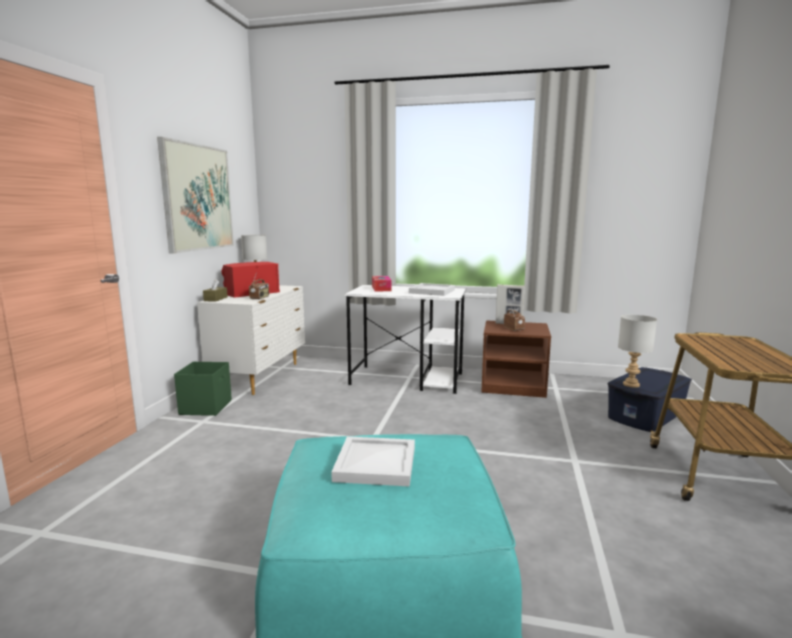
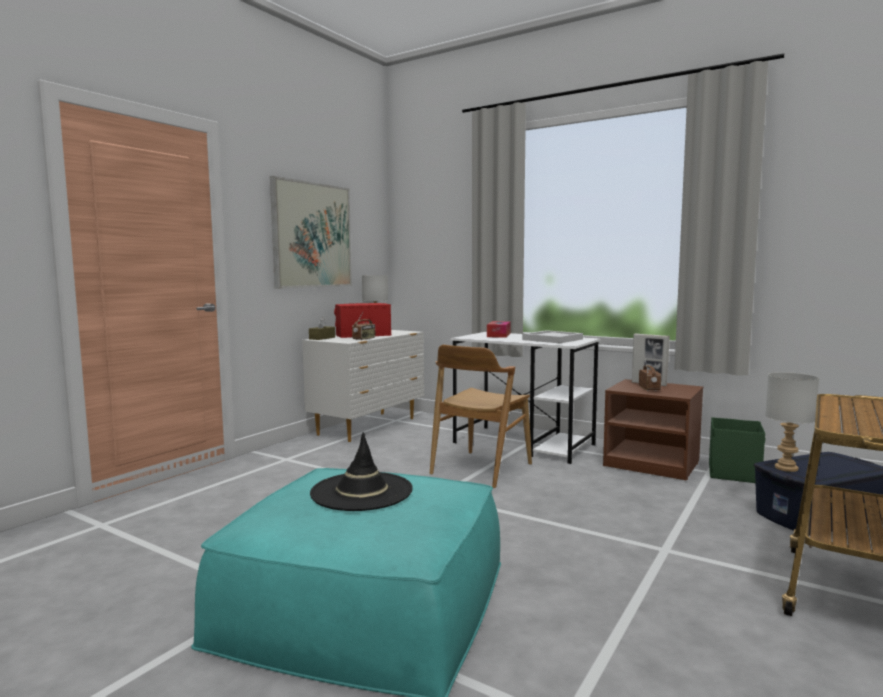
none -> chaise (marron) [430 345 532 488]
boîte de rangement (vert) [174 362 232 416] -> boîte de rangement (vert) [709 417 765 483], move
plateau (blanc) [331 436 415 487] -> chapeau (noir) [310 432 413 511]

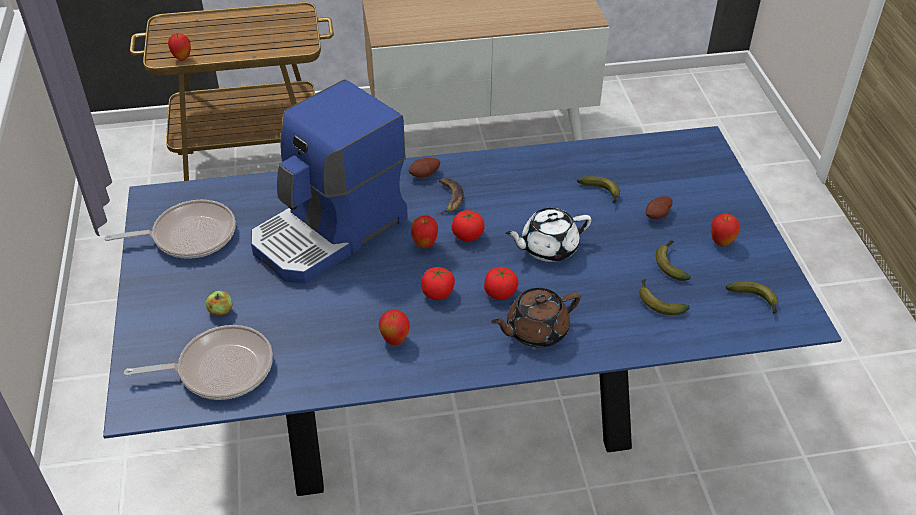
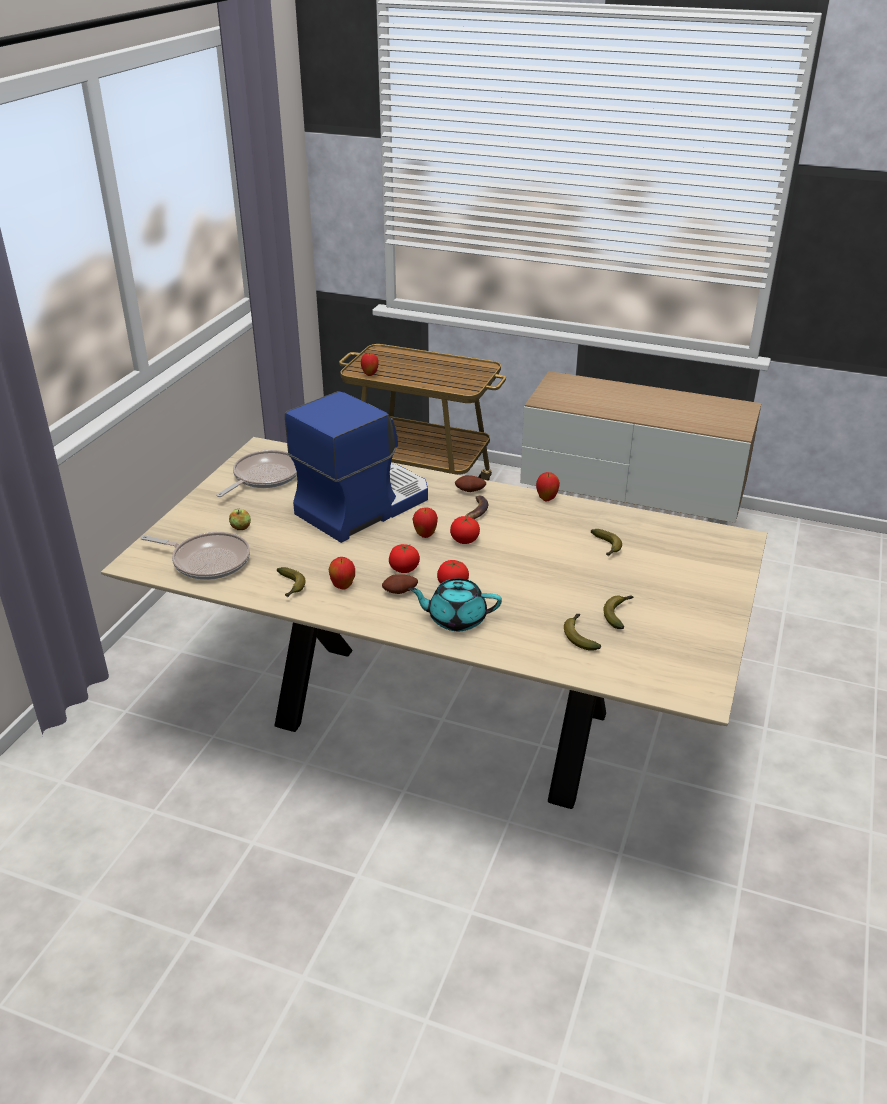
théière (blanc) [505 208 591 262] -> none
pomme de terre [646 196 672 219] -> pomme de terre [382 574 418 594], move
pomme [711 213 740 246] -> pomme [536 472 560 501], move
banane [726 282 778 314] -> banane [277 567 306 597], move
table à manger (bleu) [103 126 842 496] -> table à manger (beige) [101 437 767 809]
théière (marron) [491 288 581 348] -> théière (turquoise) [408 578 502 631]
poêle [104 200 236 259] -> poêle [216 450 297 497], 75 degrees counterclockwise
machine à café [251 80 408 284] -> machine à café [285 391 428 543], 150 degrees clockwise

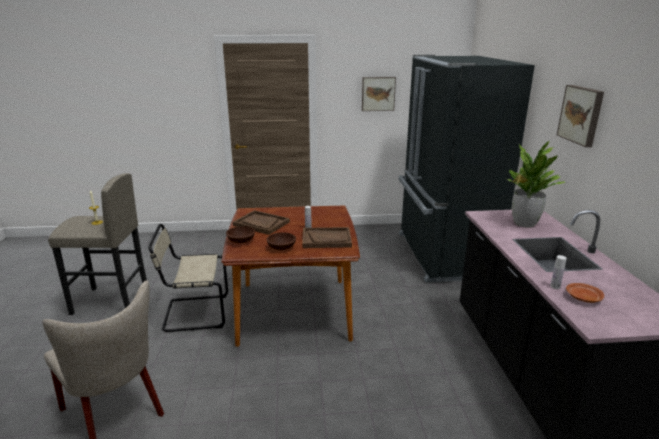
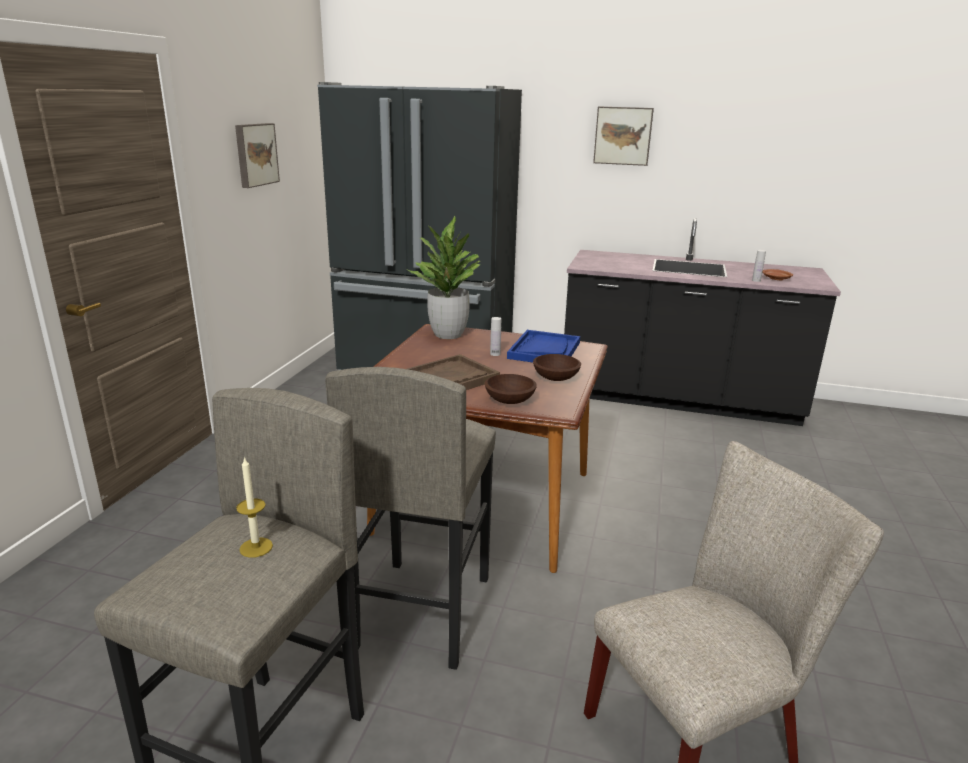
plante en pot [507 141 566 227] -> plante en pot [408 215 481 339], move
chaise (beige) [148 224 228 332] -> tabouret (gris) [325 367 496 670]
plateau (marron) [302 227 352 248] -> plateau (bleu) [507 330 580 362]

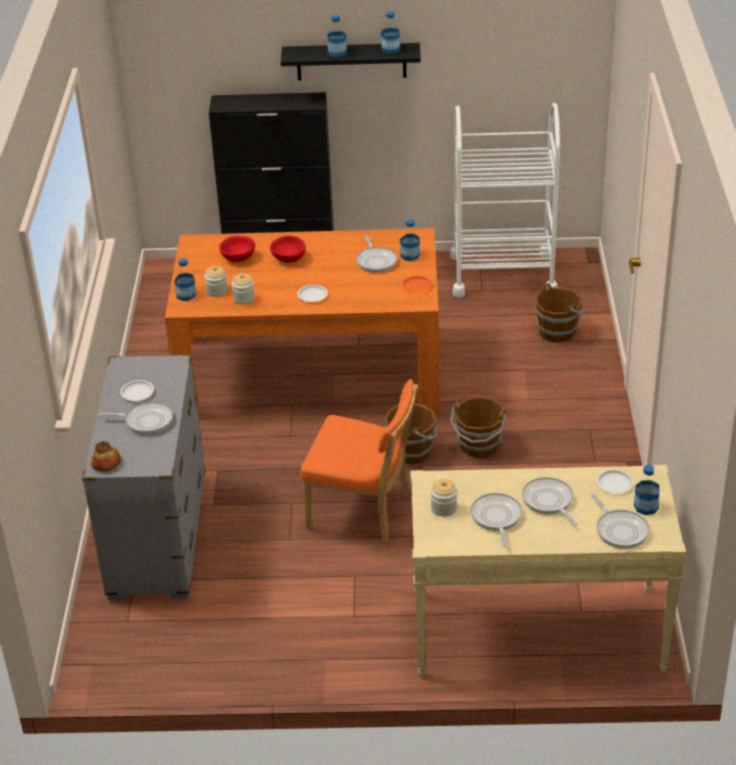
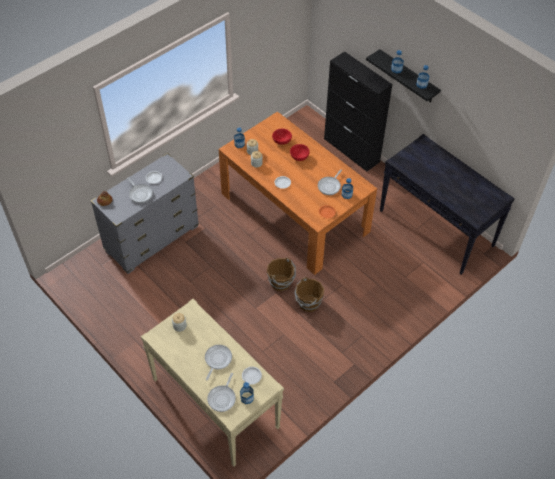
chaise (orange) [300 379 418 544] -> none
poêle [470 493 522 547] -> none
seau (marron) [535 283 584 343] -> none
chariot (blanc) [450 103 560 297] -> table console (noir) [380 134 515 275]

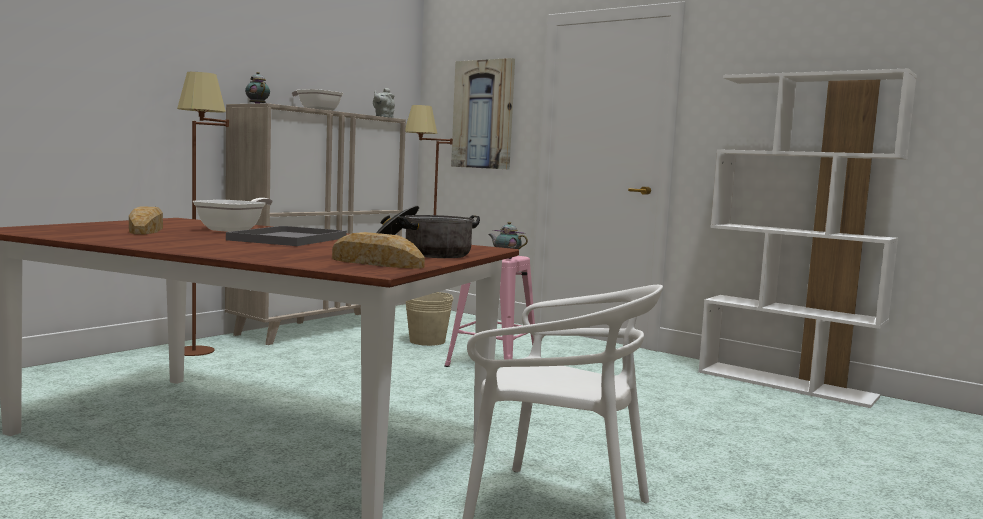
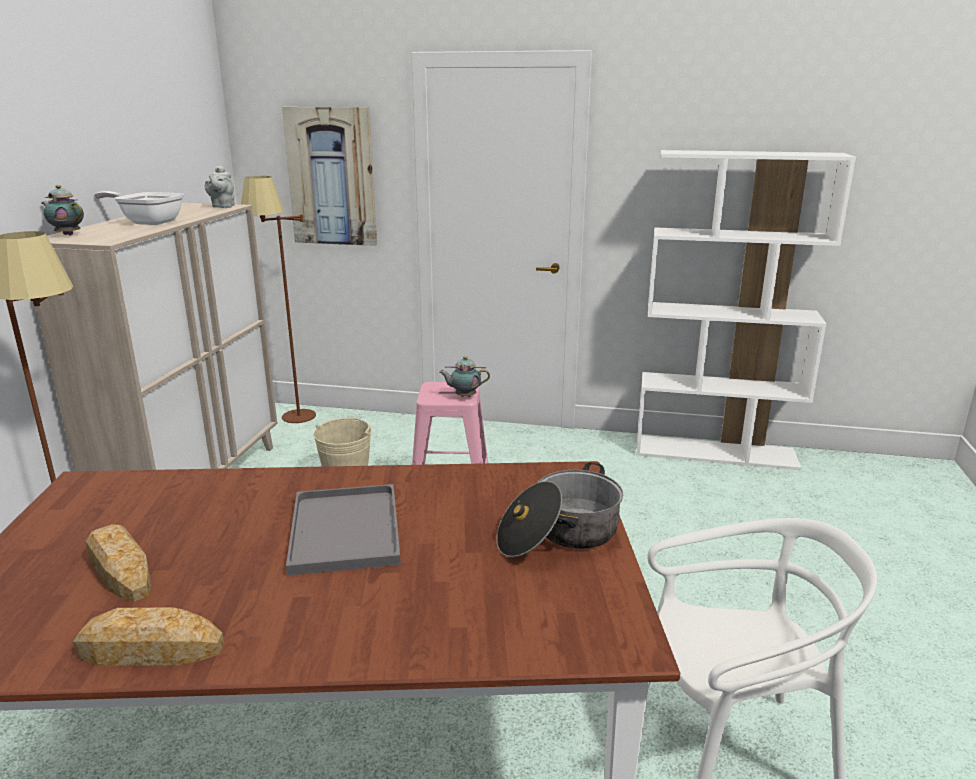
poêle [193 198 273 232] -> none
pain [332 232 425 269] -> pain [73 608 224 666], move

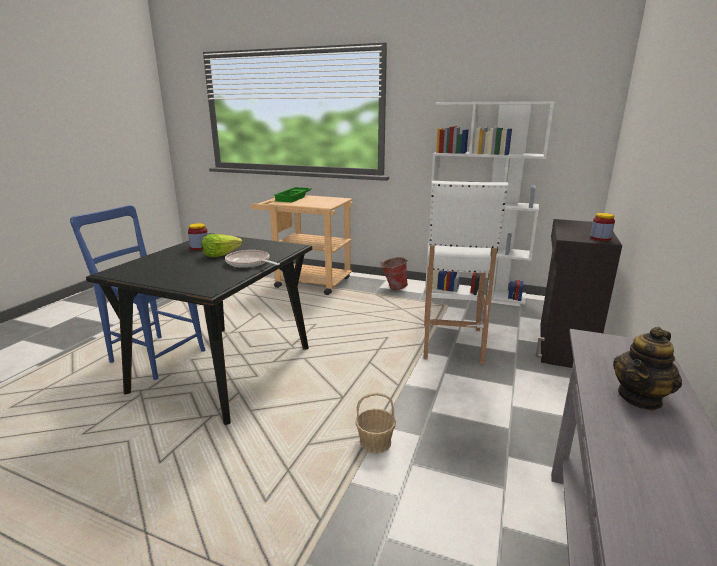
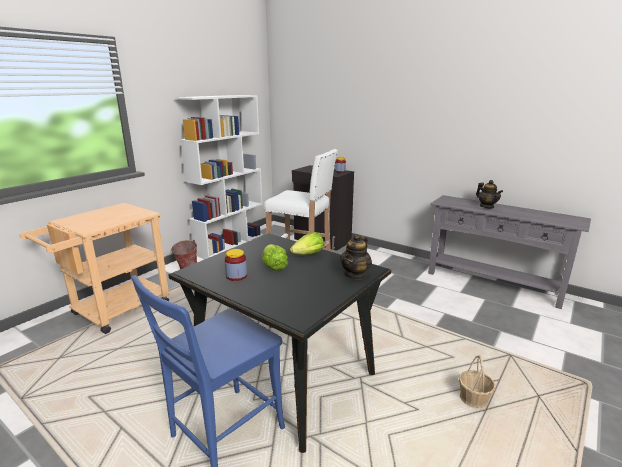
plateau (vert) [274 187 312 202] -> none
none -> théière [340 234 372 280]
panier [355 392 396 454] -> panier [459 355 495 409], move
poêle [225 250 280 268] -> laitue [290 232 324 255]

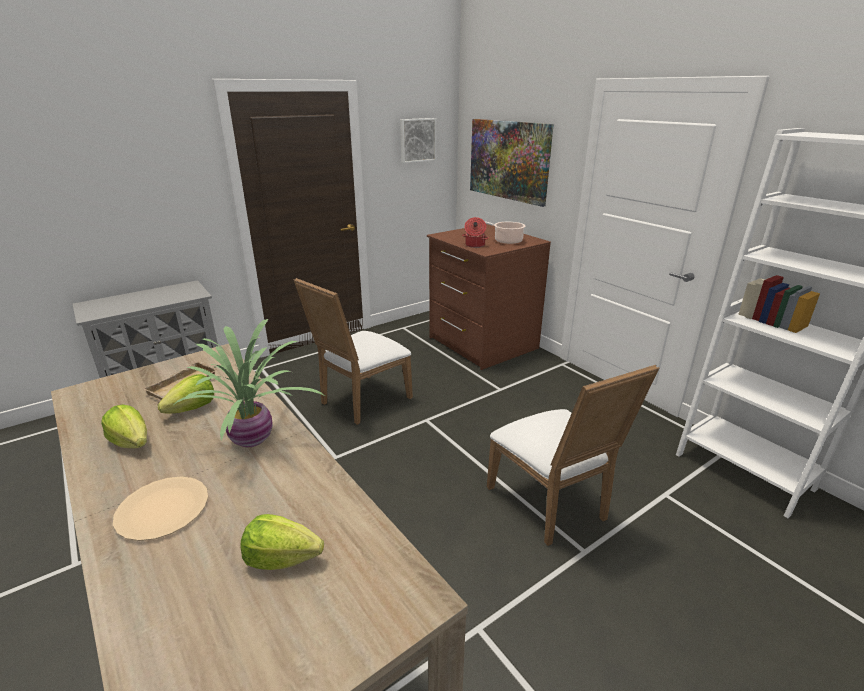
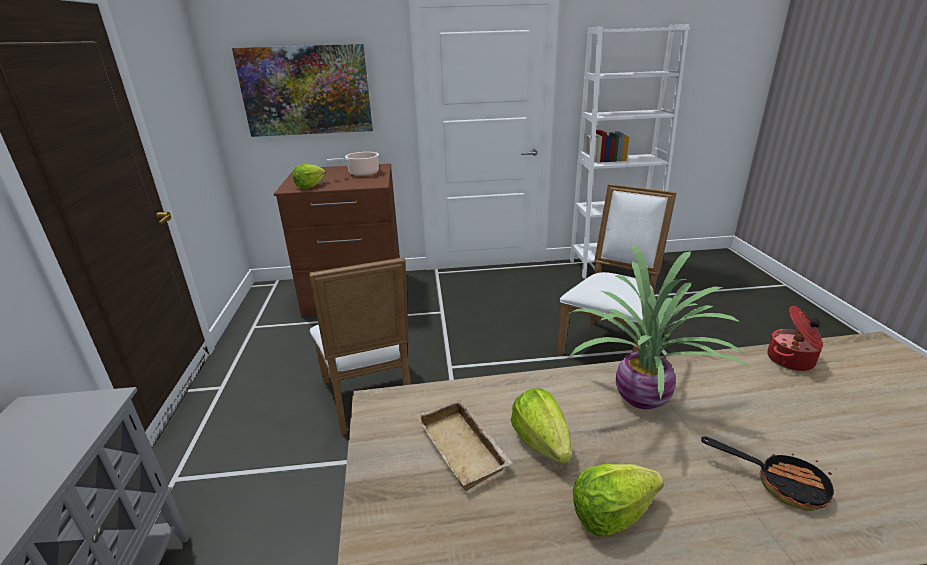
tableau [400 118 436 163] -> none
laitue [240 514 324 570] -> laitue [292 164 326 189], move
marmite [462 217 489 248] -> marmite [767 306 823 371], move
assiette (beige) [113 477 208 541] -> poêle [701 436 834 511]
chaise (blanc) [487 365 660 546] -> chaise (blanc) [557 184 677 356], 60 degrees counterclockwise

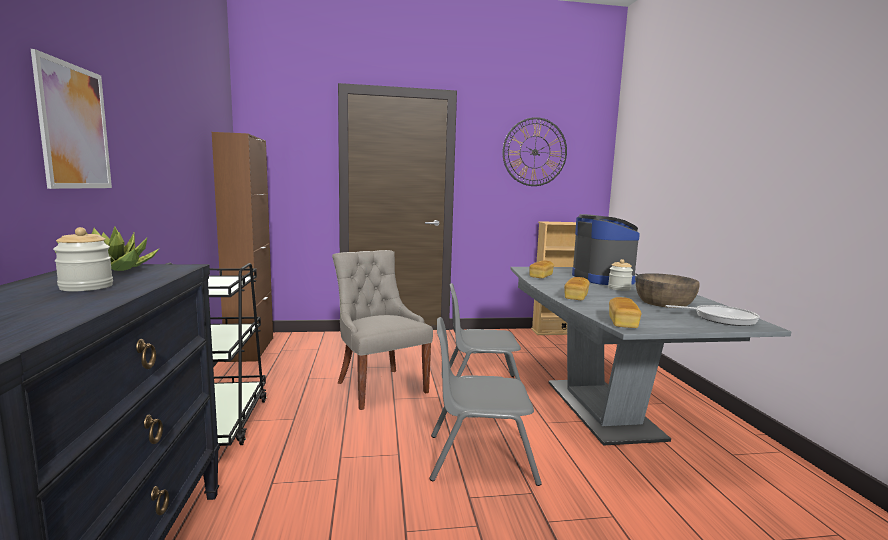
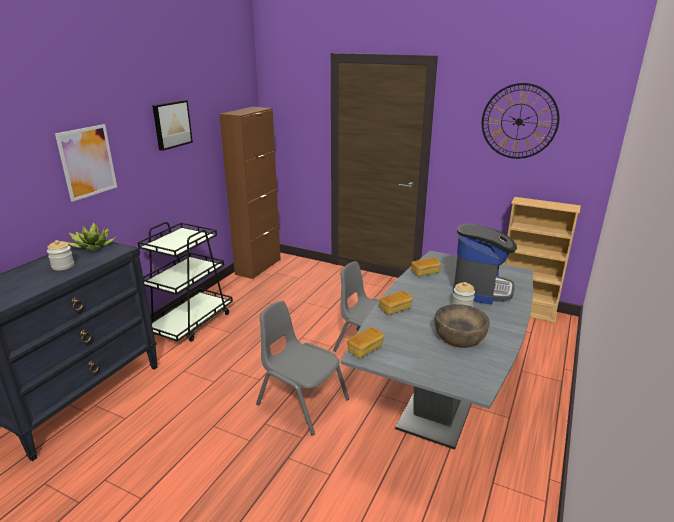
chaise (gris) [332 250 433 410] -> none
poêle [666 305 760 326] -> none
none -> tableau [152 100 193 151]

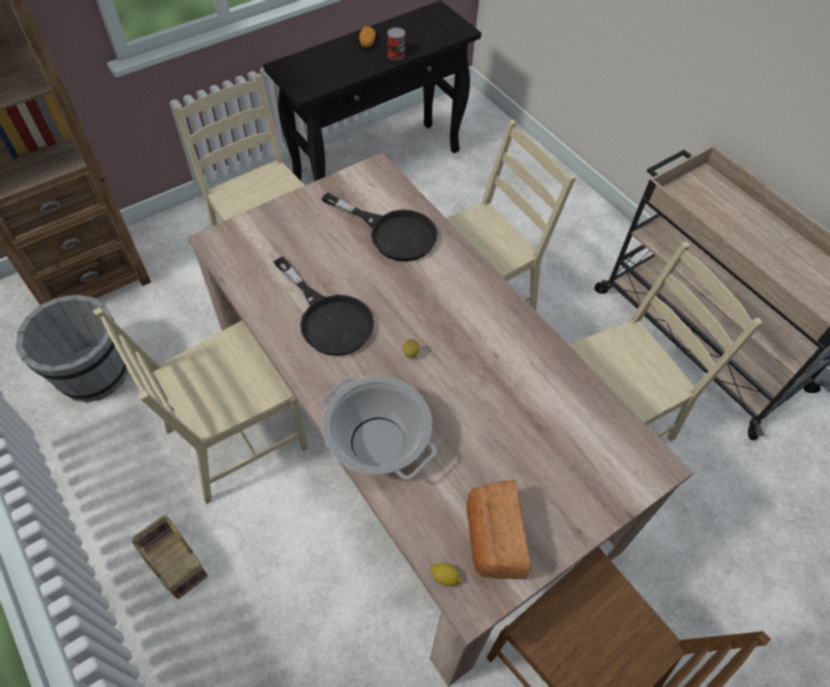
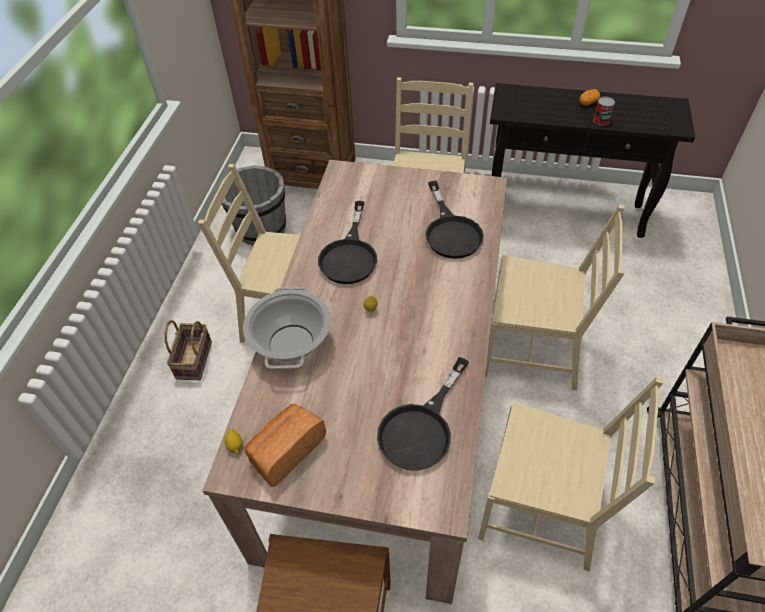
none -> poêle (noir) [377 357 469 471]

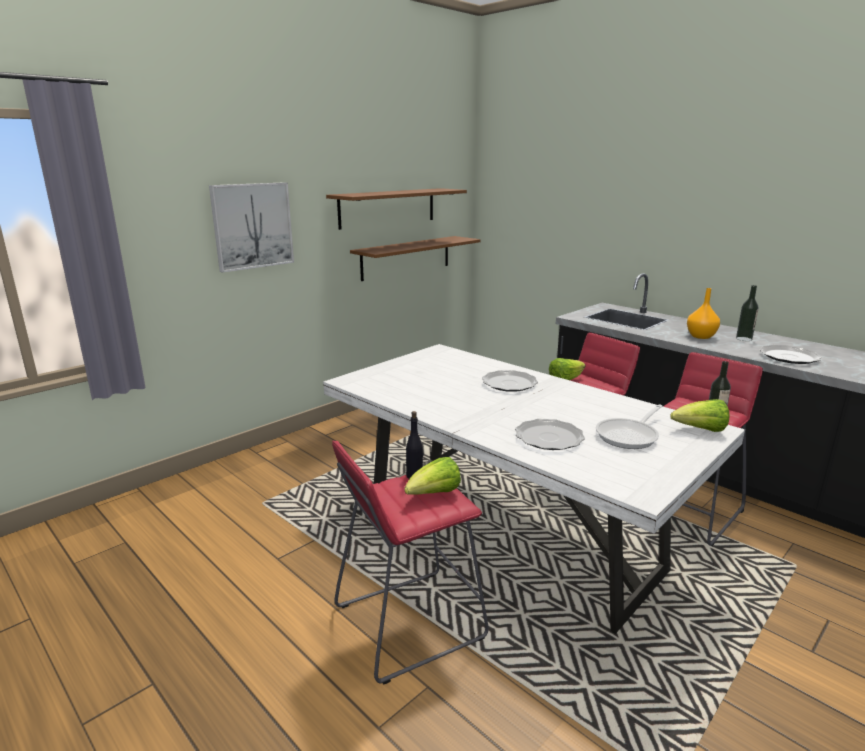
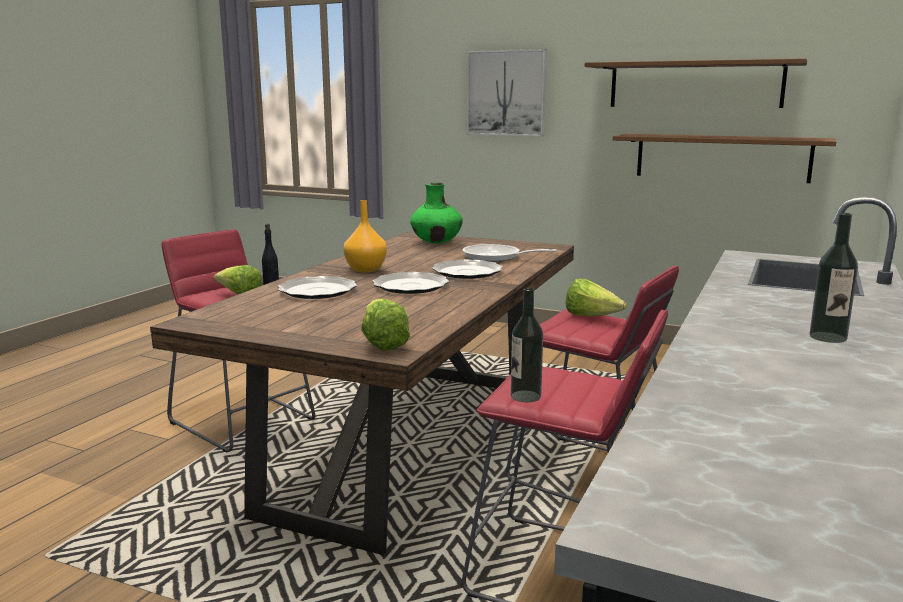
none -> vase (vert) [410 183 463 244]
poêle [596 404 663 449] -> poêle [462 244 557 262], move
vase (orange) [687 288 720 339] -> vase (orange) [344 200 387 272], move
assiette [759 345 822 364] -> assiette [373 272 449 294], move
table à manger (blanc) [323 344 745 634] -> table à manger (marron) [150 232 574 555]

